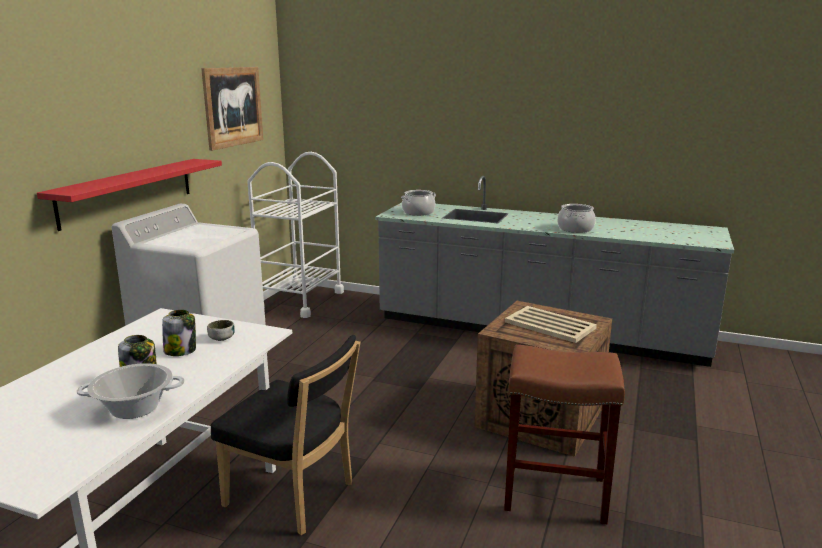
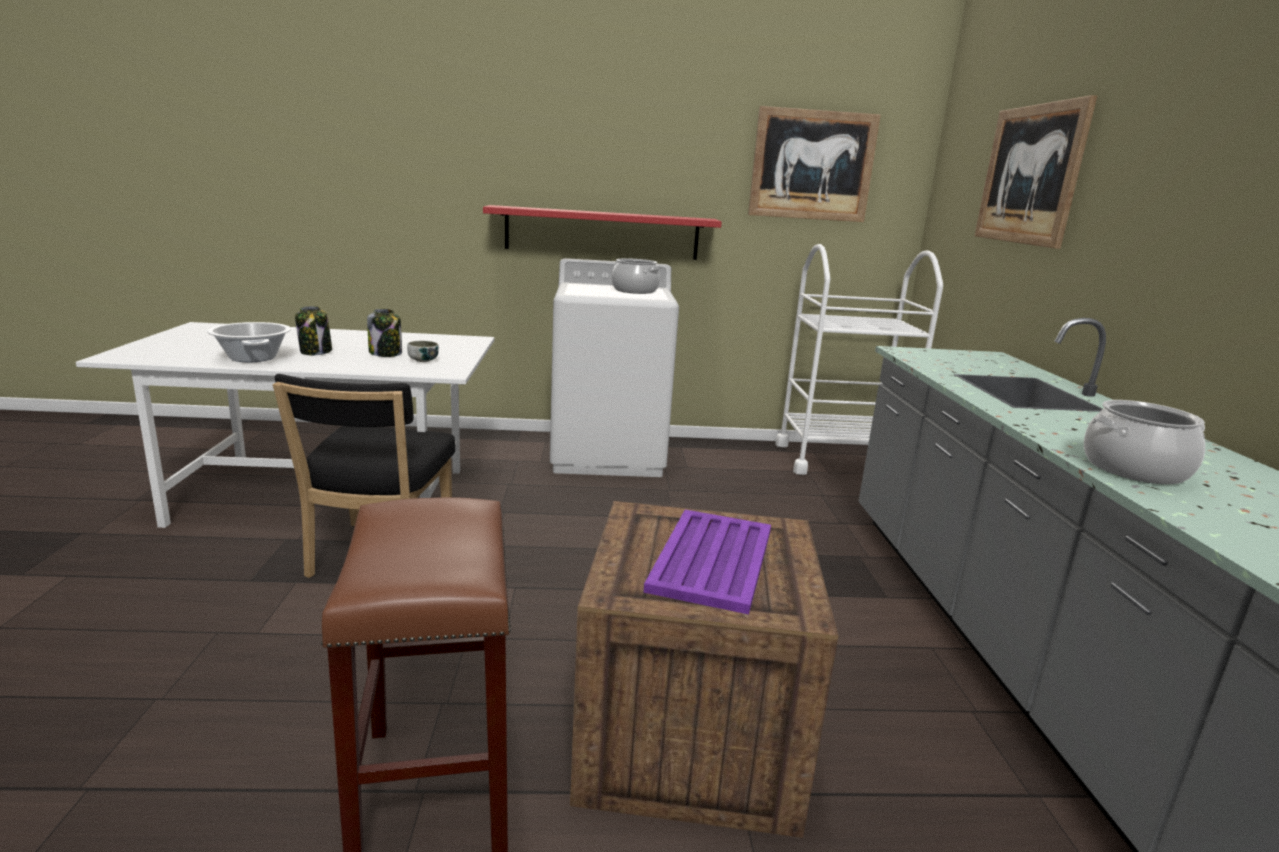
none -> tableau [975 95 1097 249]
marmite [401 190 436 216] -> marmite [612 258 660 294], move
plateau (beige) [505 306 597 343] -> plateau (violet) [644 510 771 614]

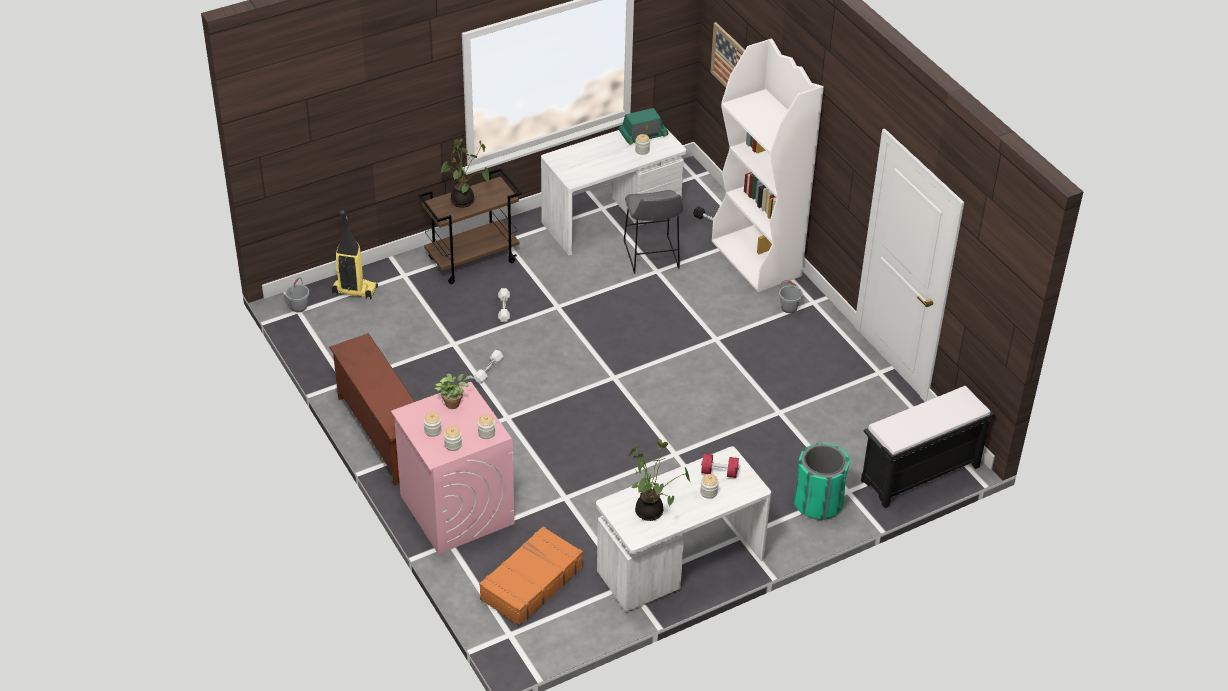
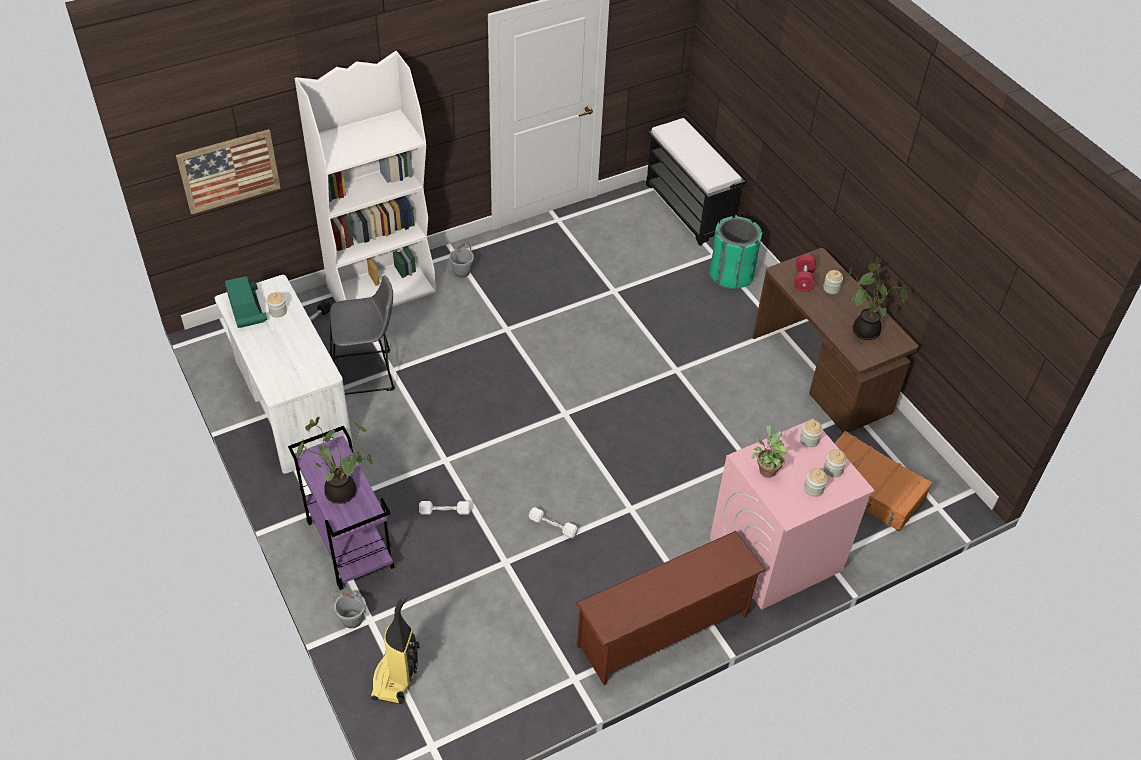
seau (gris) [285 277 309 312] -> seau (gris) [333 592 366 628], move
chariot (marron) [418 168 522 284] -> chariot (violet) [288 426 394 590]
bureau (blanc) [596 446 771 612] -> bureau (marron) [752 248 919 433]

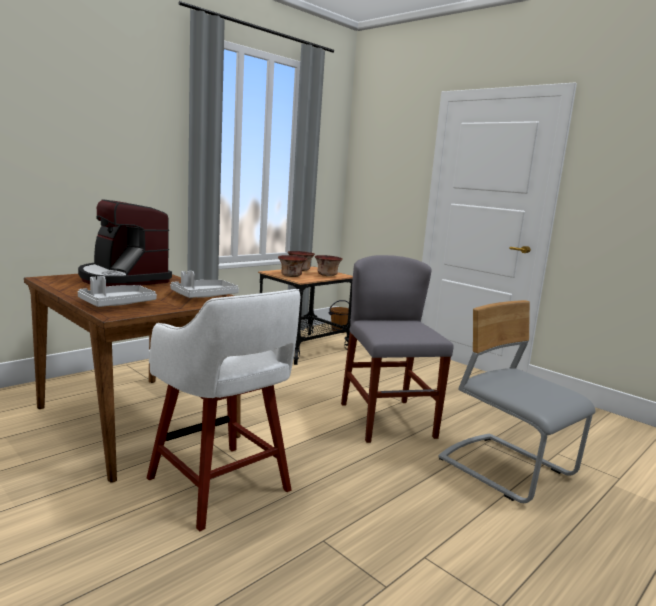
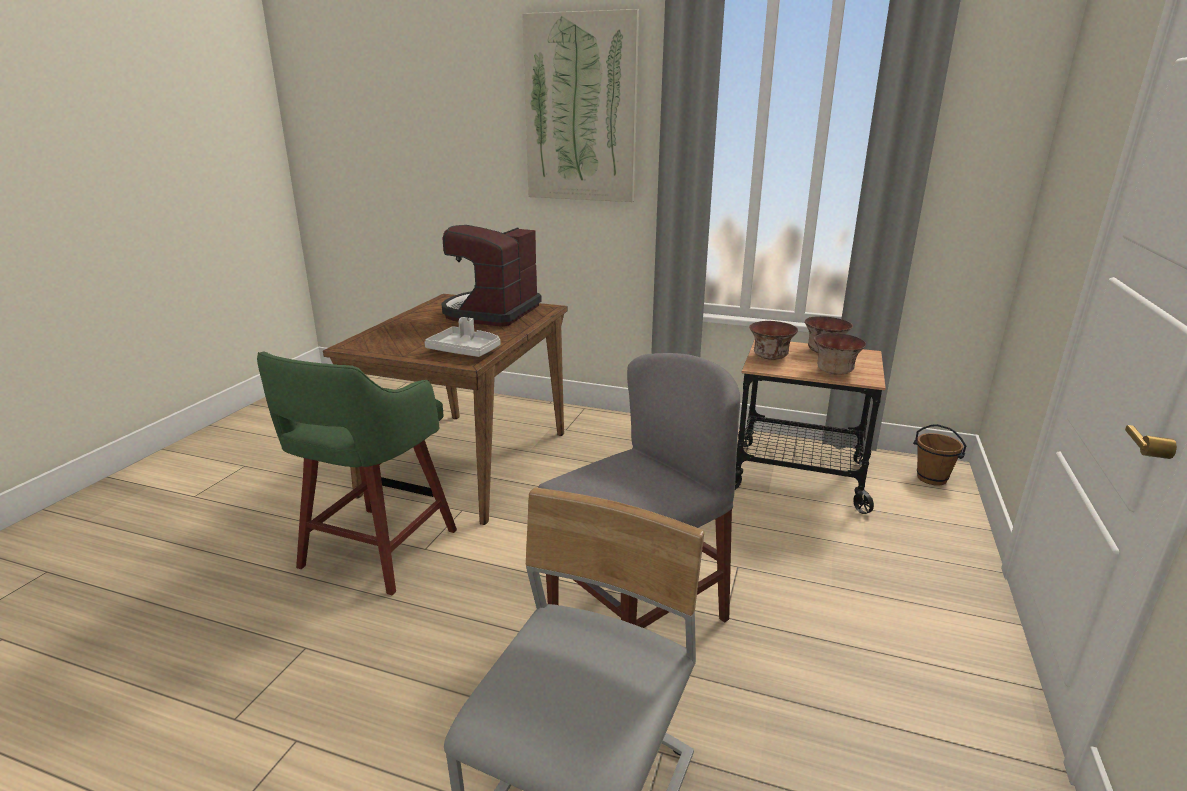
plateau (gris) [78 276 157 307] -> none
none -> tableau [522 9 639 202]
tabouret (blanc) [147 289 300 531] -> tabouret (vert) [257 352 457 595]

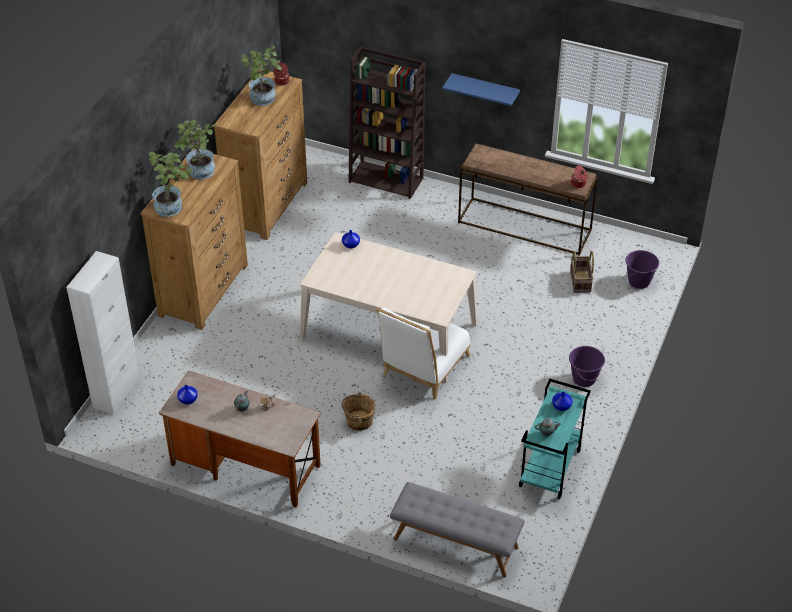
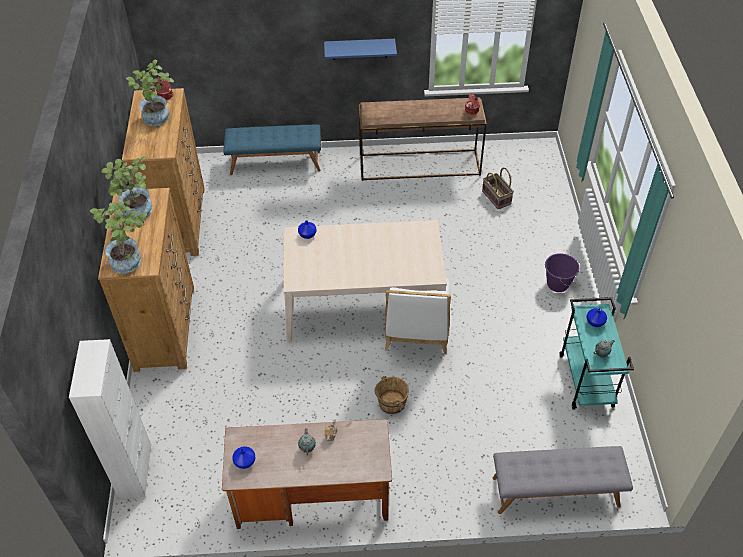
seau (violet) [625 250 659 289] -> none
bibliothèque (marron) [349 47 425 199] -> banc (bleu) [223 125 321 175]

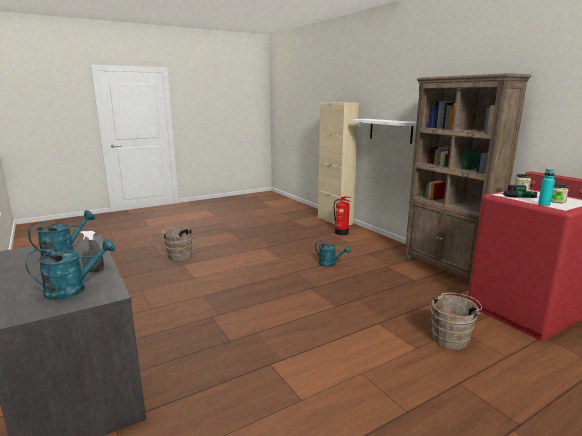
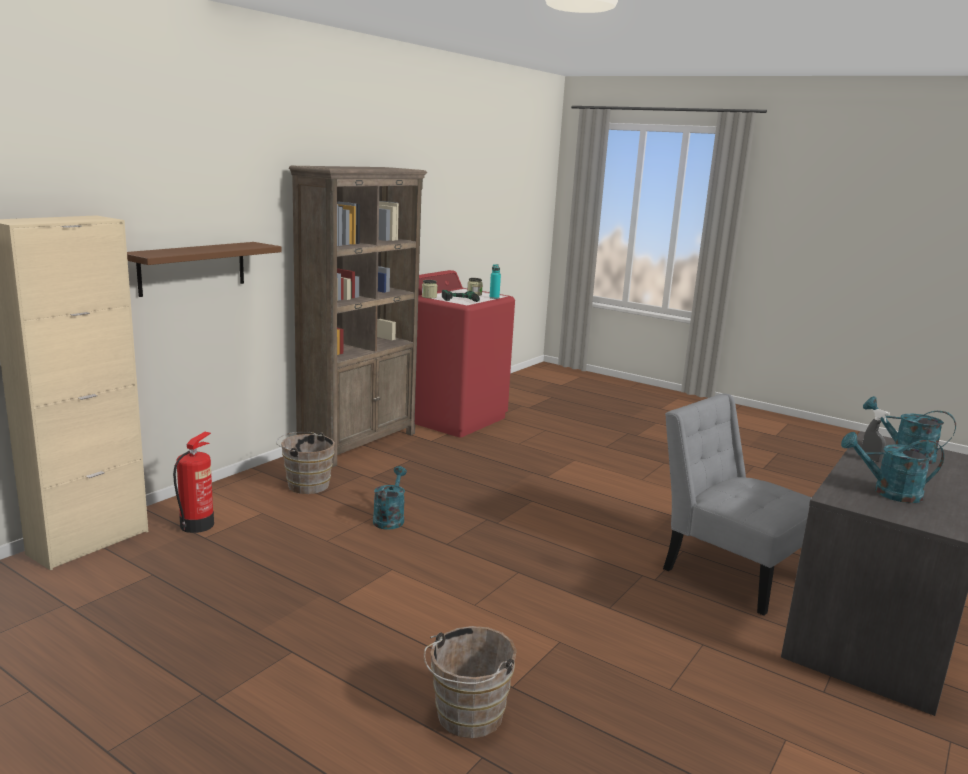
none -> chaise (gris) [663 393 811 616]
seau (marron) [431 293 482 350] -> seau (marron) [276 432 335 494], move
étagère (blanc) [352 119 417 144] -> étagère (marron) [127 242 282 297]

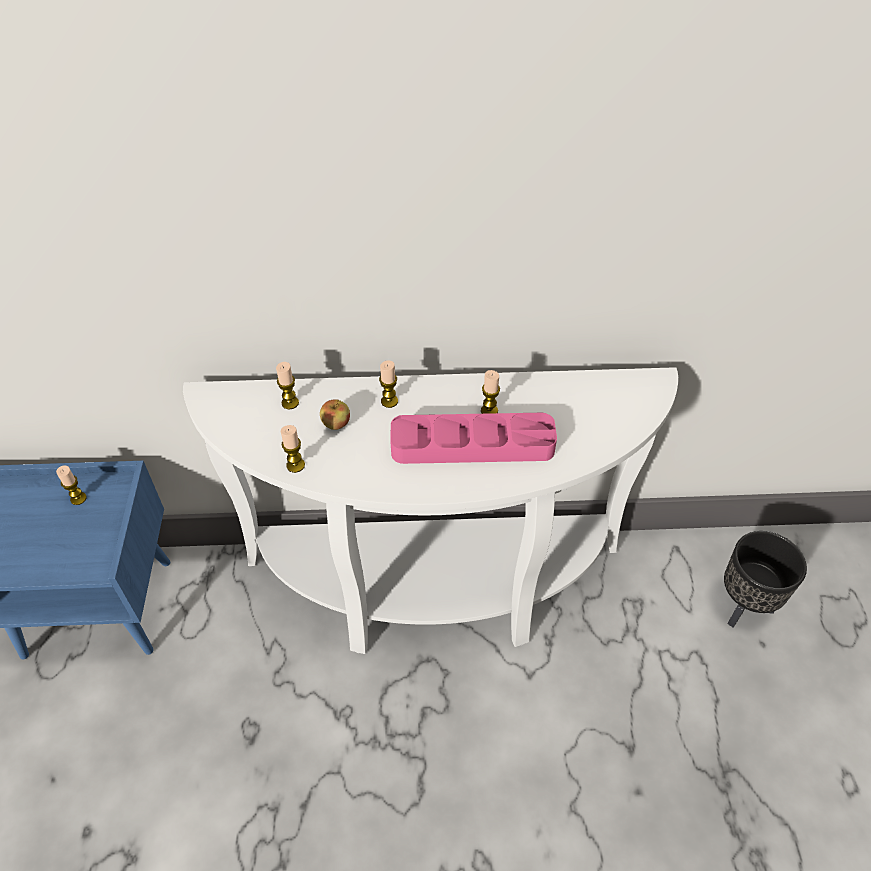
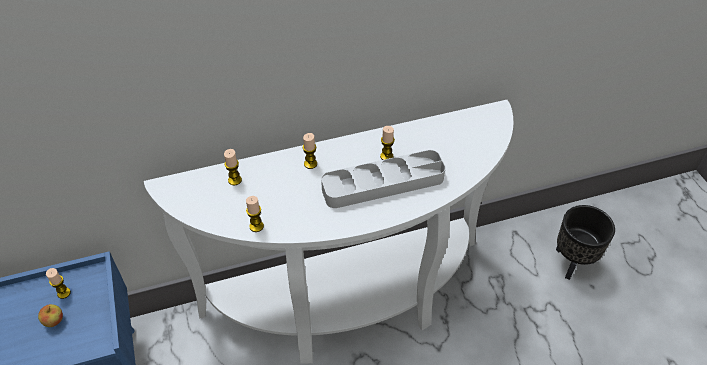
pomme [320 399 350 430] -> pomme [38 304 63 327], move
plateau (rose) [390 413 557 464] -> plateau (gris) [321 150 445 208]

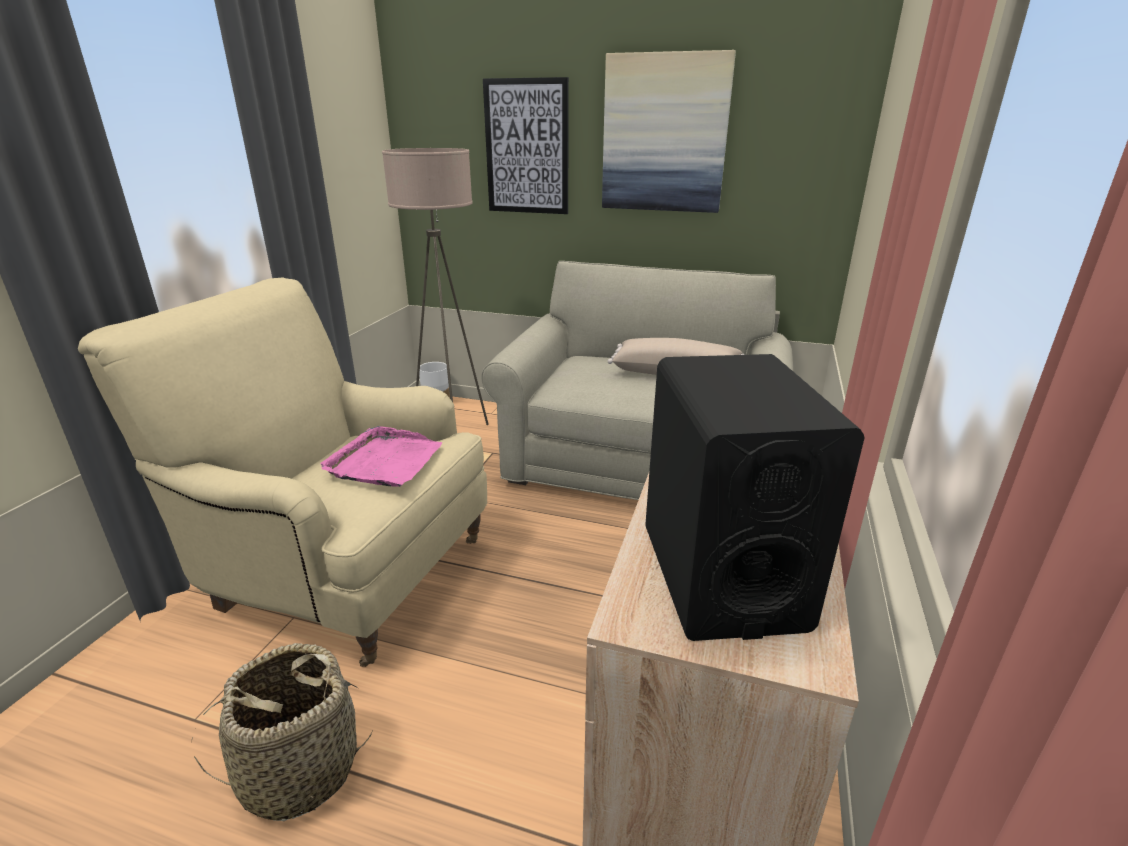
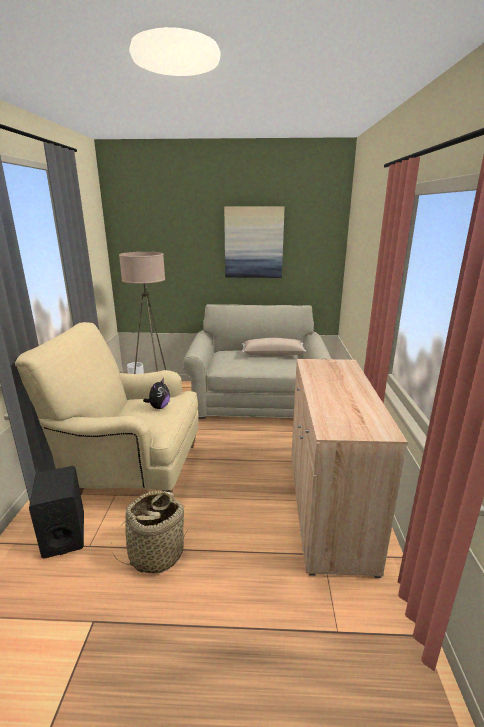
tableau [483 77 569 214] -> none
enceinte (noir) [645 354 865 641] -> enceinte (noir) [29 466 84 559], move
plateau (rose) [321 426 442 487] -> peluche [143 378 170 409]

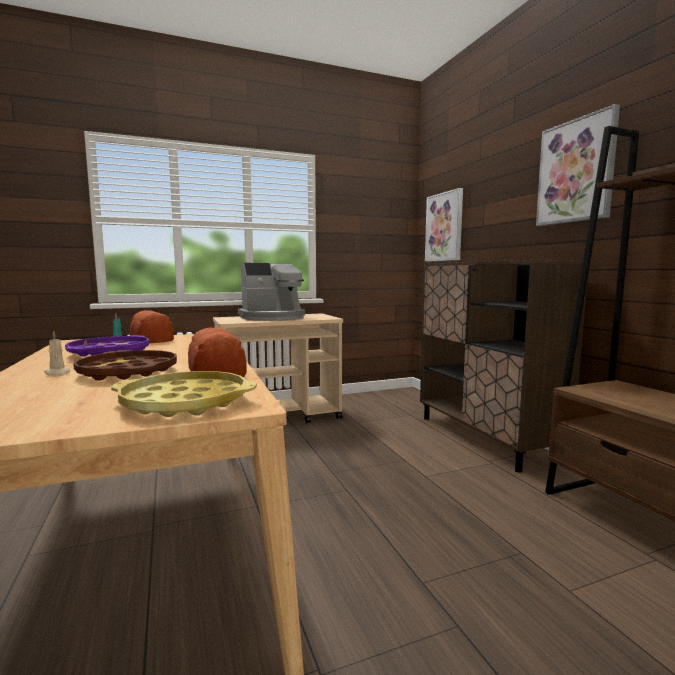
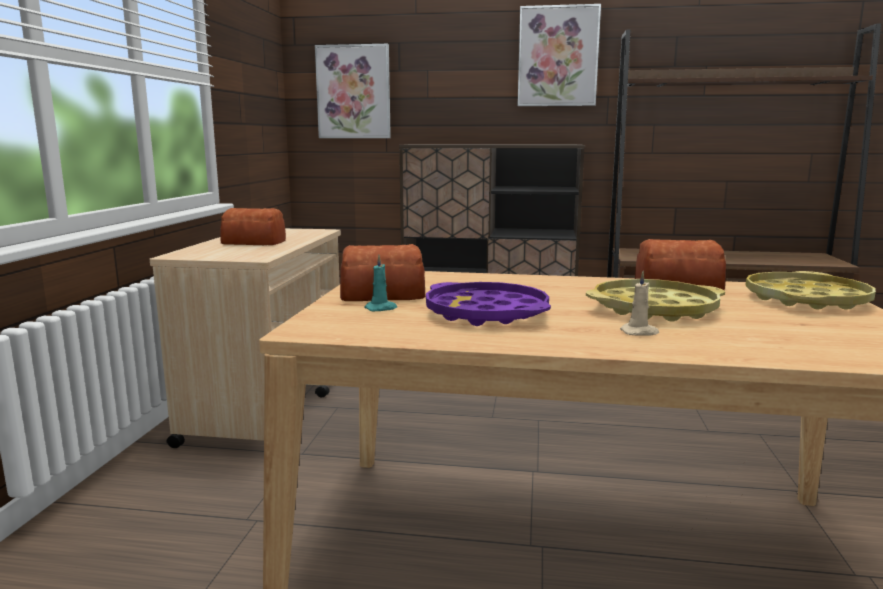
machine à café [238 263 305 321] -> pain [220 208 286 245]
plateau (marron) [73 350 177 381] -> plateau (jaune) [586 279 725 321]

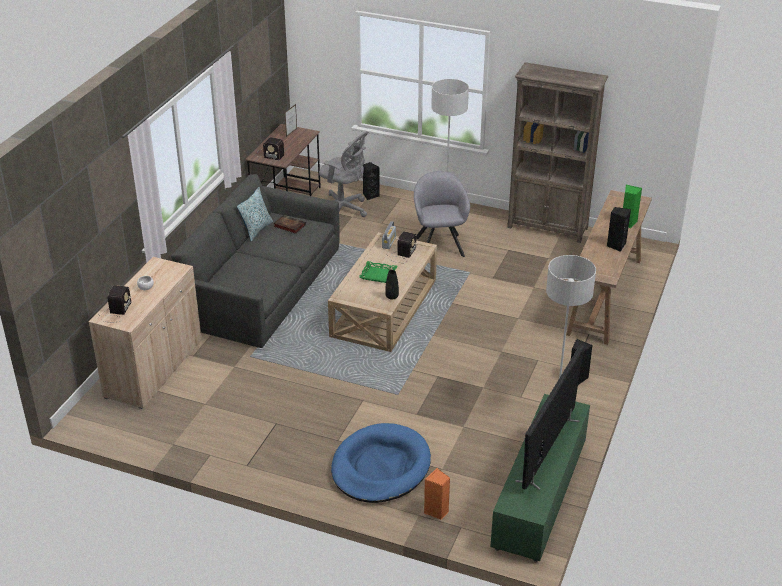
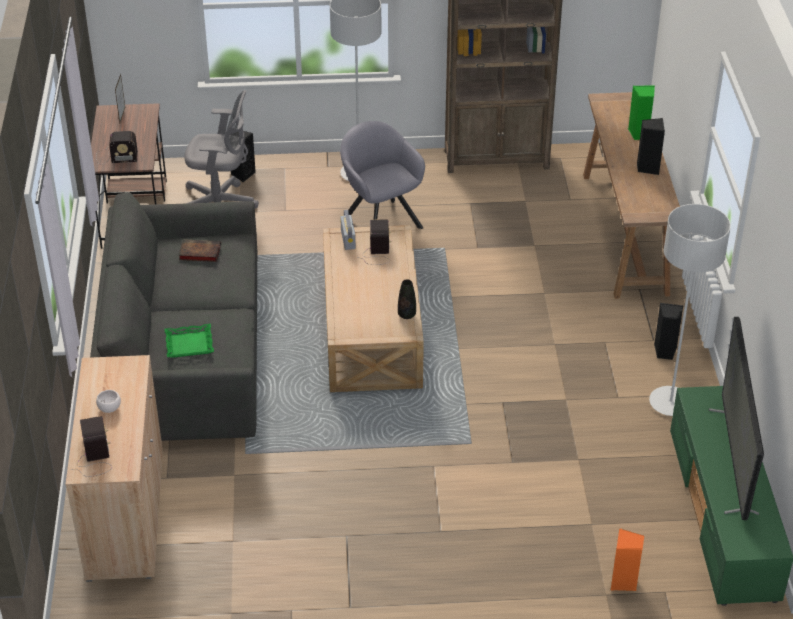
coussin [237 187 273 241] -> none
panier pour chien (bleu) [331 423 431 503] -> none
plateau (vert) [359 261 397 283] -> plateau (vert) [165 324 214 358], move

